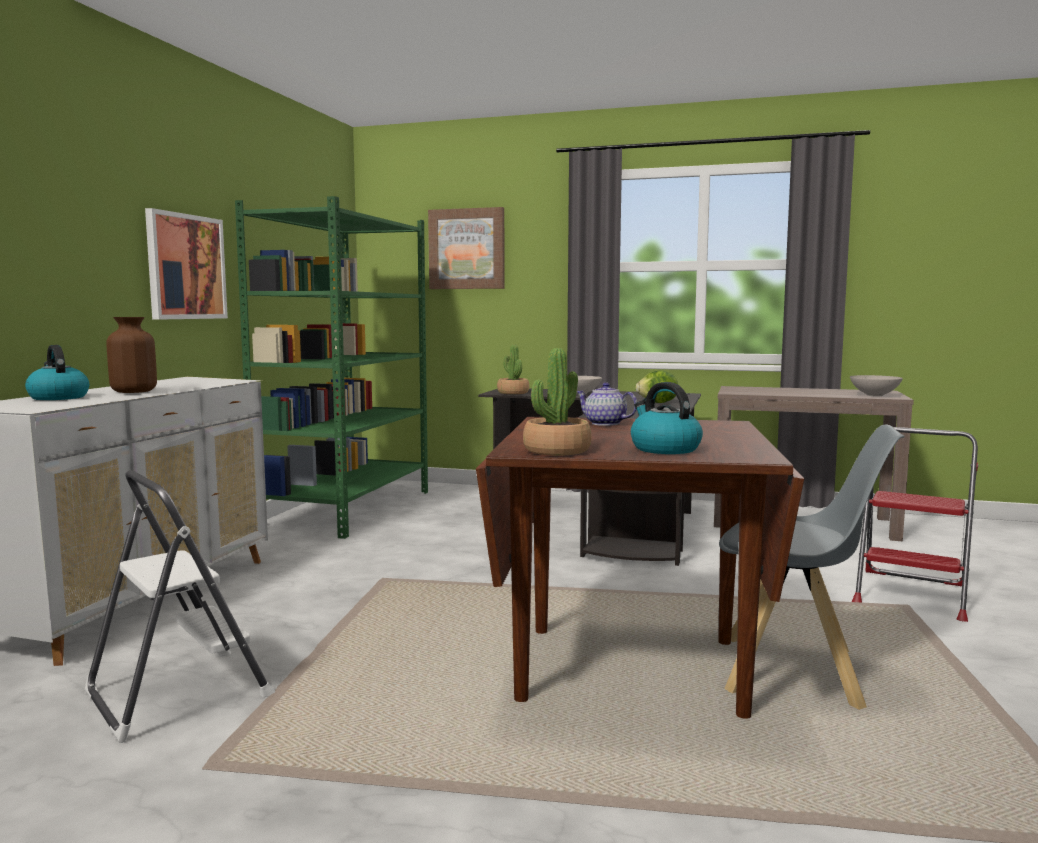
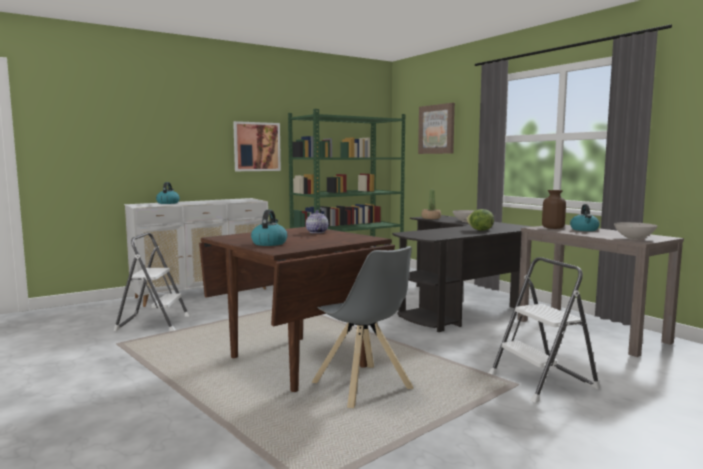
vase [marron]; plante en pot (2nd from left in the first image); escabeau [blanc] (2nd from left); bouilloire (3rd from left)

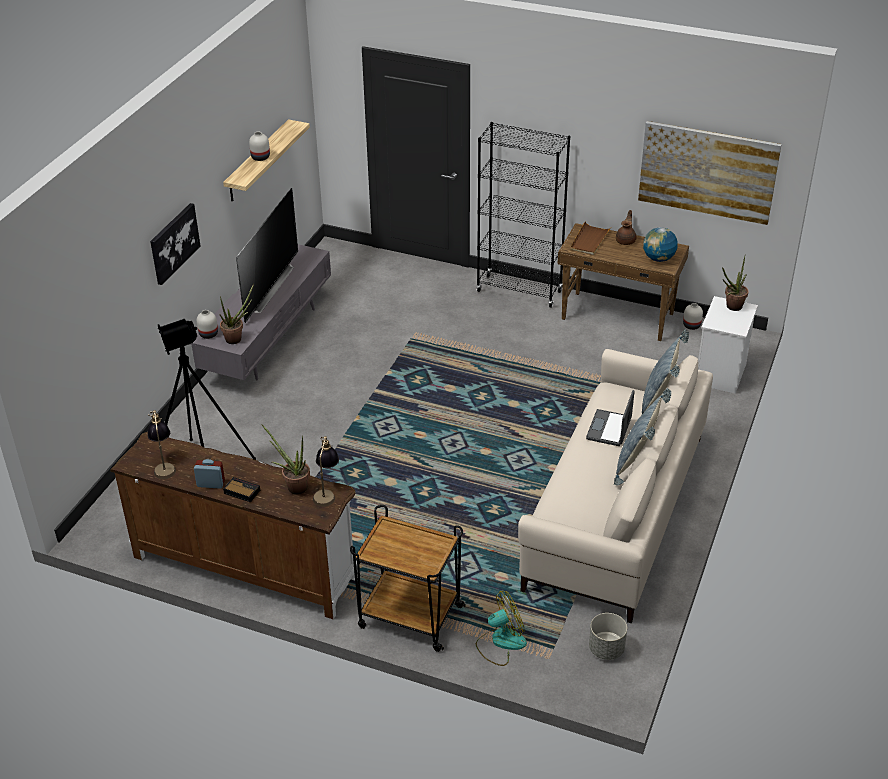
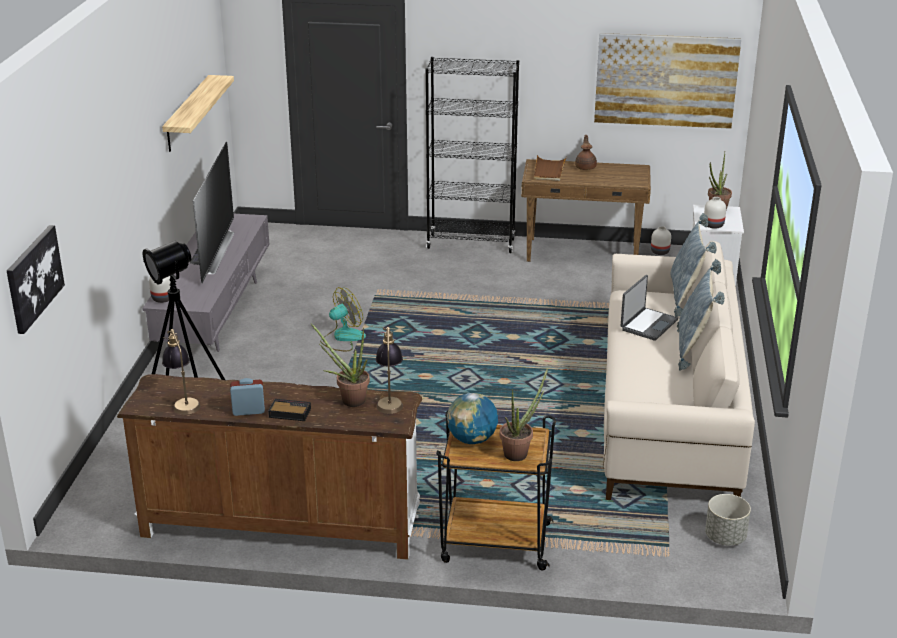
tableau (1st from left); plante en pot (2nd from left); vase [blanc] (3rd from left); ventilateur; ordinateur portable; globe

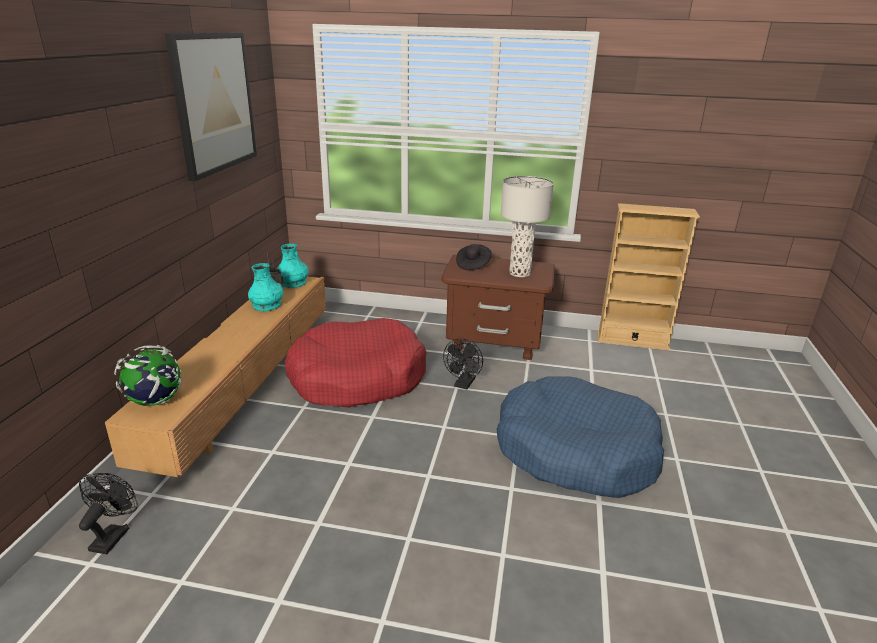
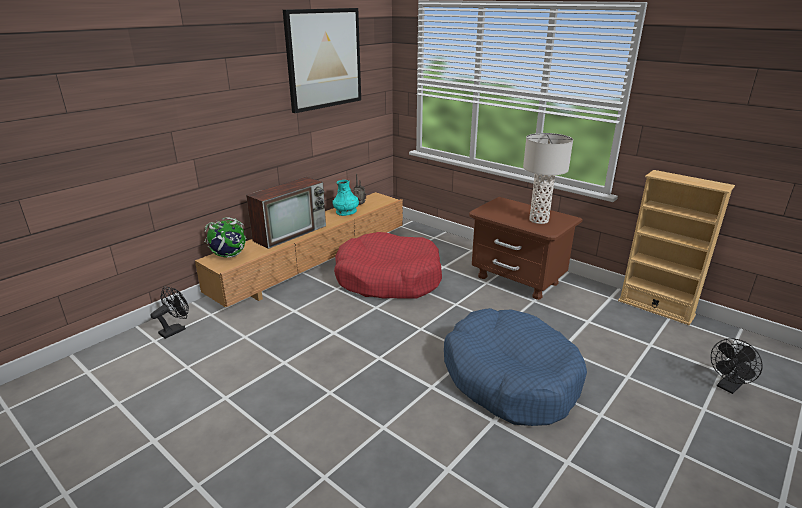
vase [turquoise] (2nd from left in the first image); ventilateur [noir] (2nd from left); chapeau [noir]; téléviseur

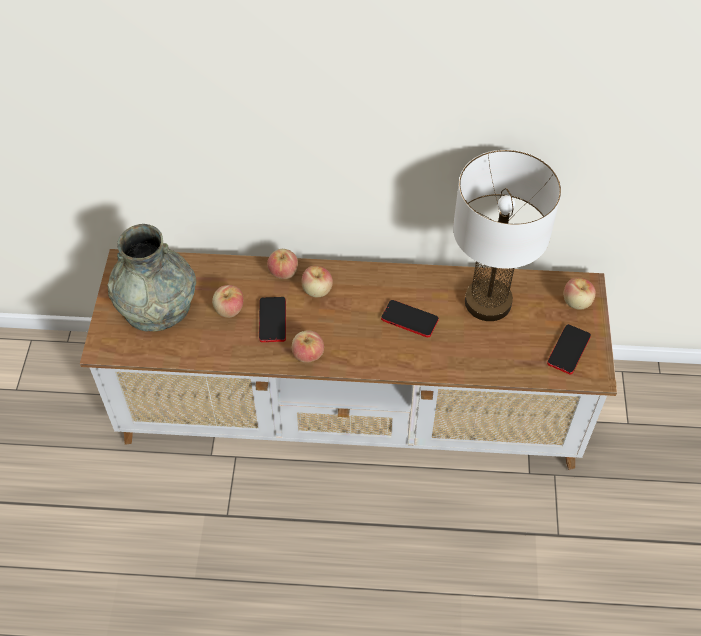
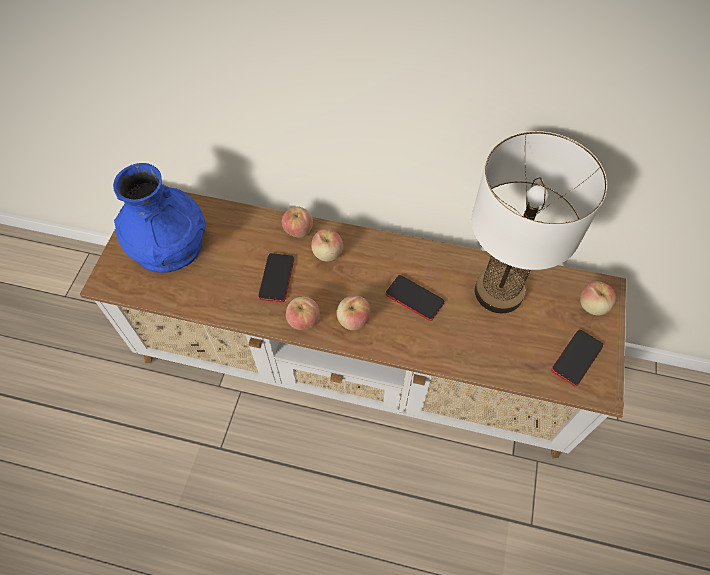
vase [bleu]; pomme (4th from left)

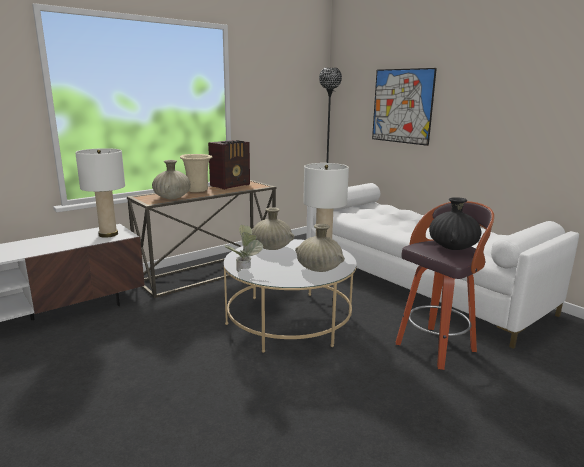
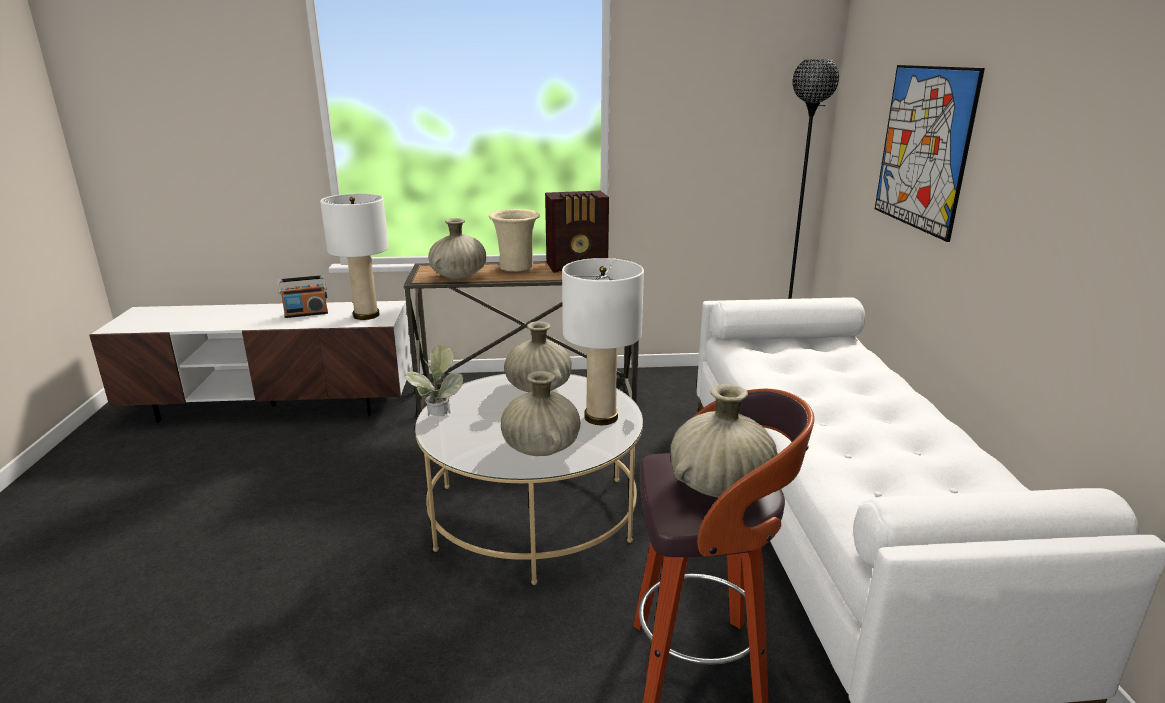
vase [beige] (5th from left); radio (1st from left)

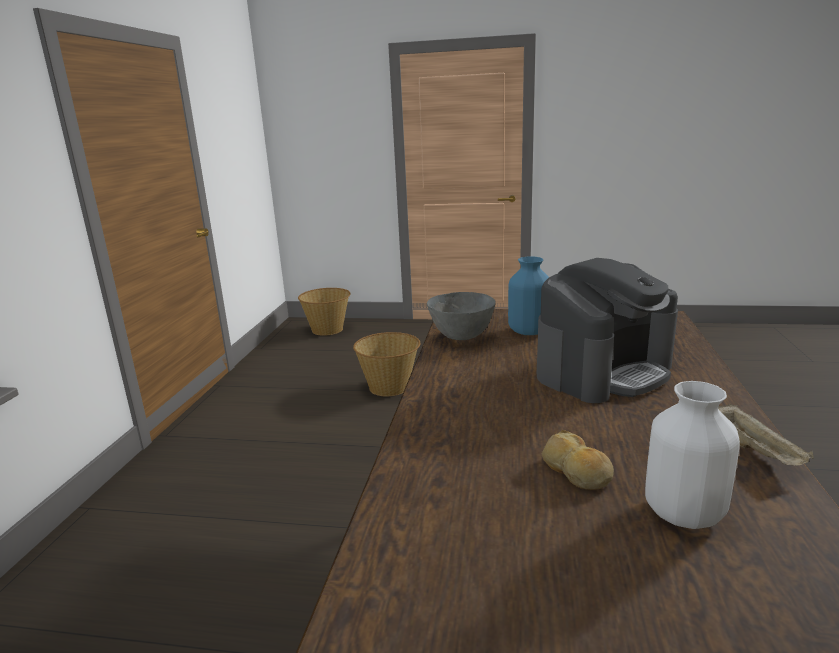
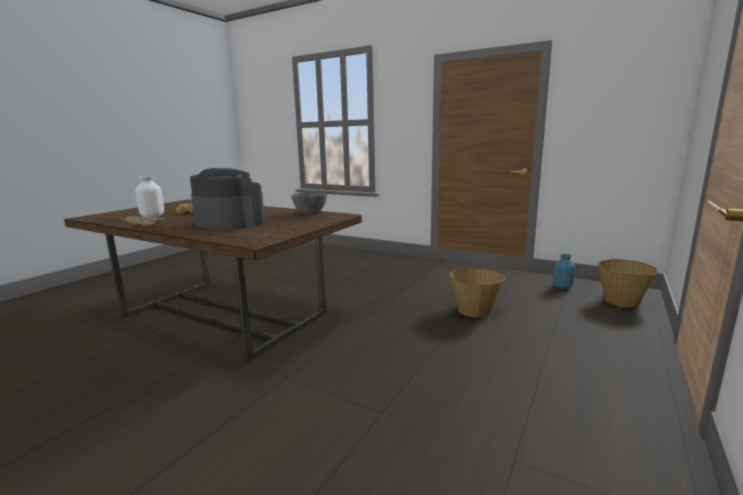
vase [bleu]; machine à café

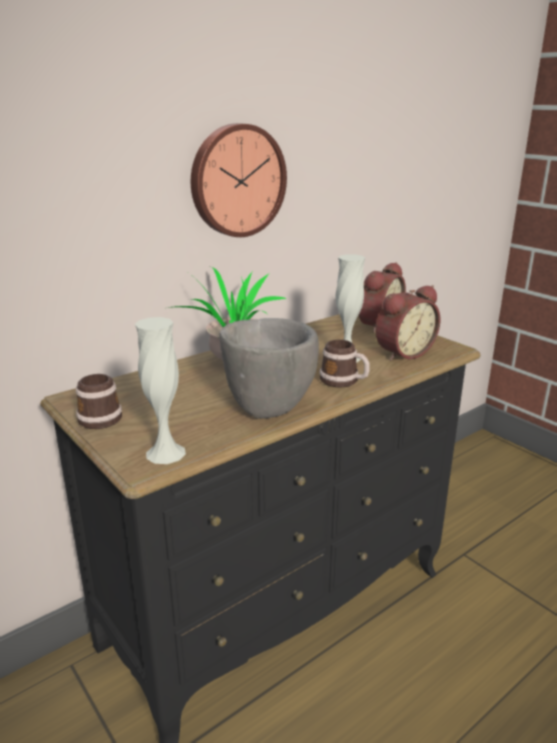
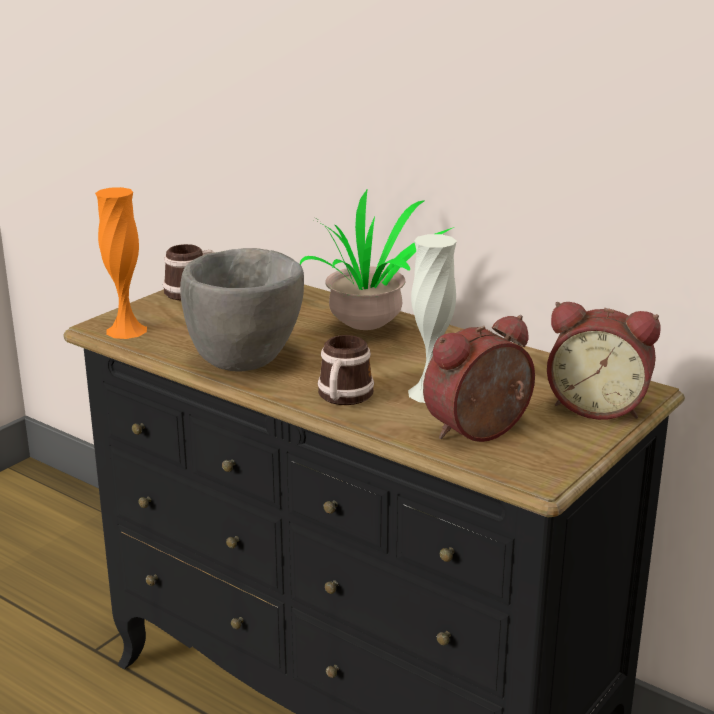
vase [orange]; horloge murale; réveil (1st from left)

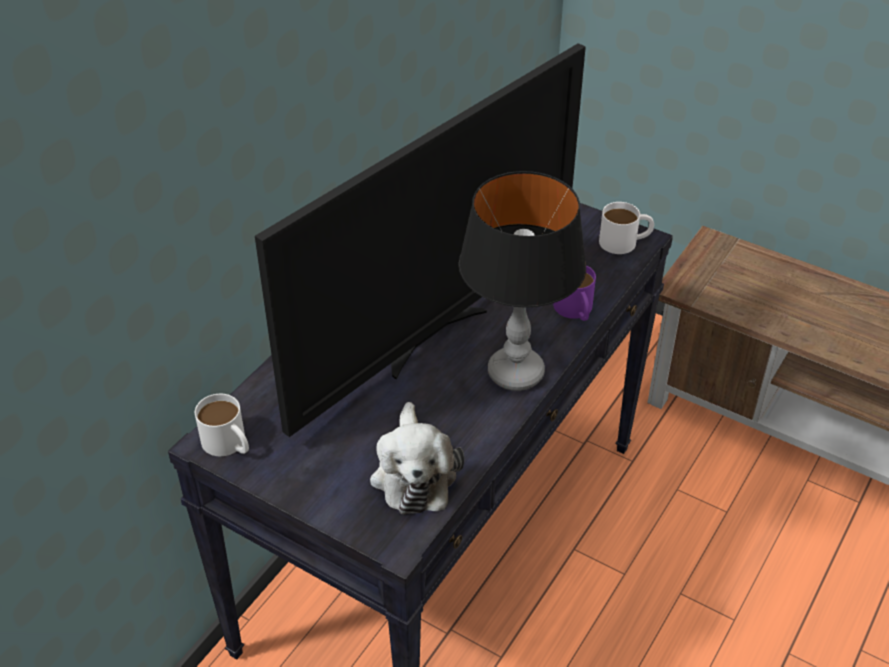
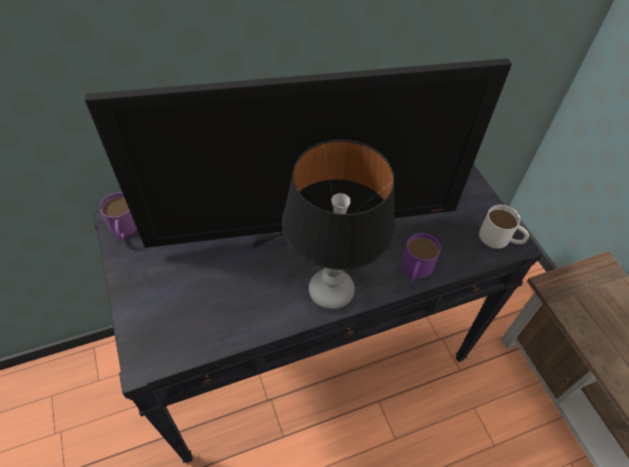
mug [violet] (1st from left); peluche

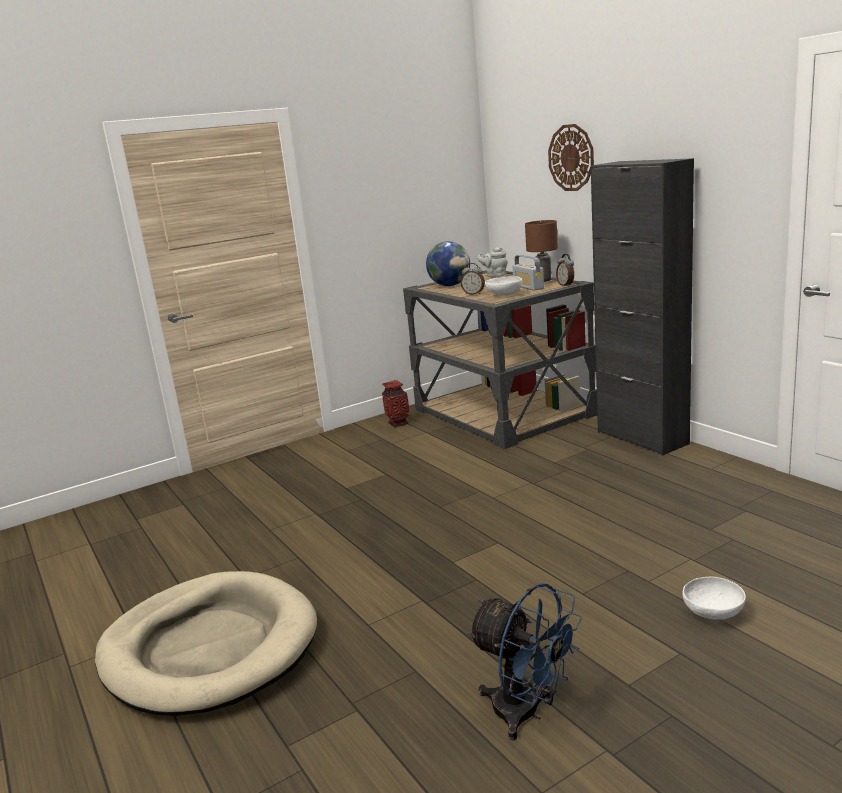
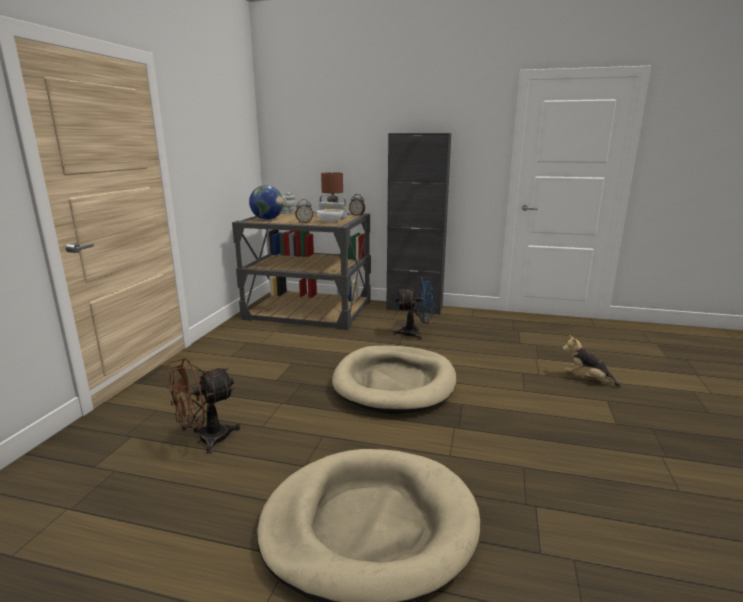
vase; ventilateur [bleu]; horloge murale; peluche; ventilateur [marron]; panier pour chien [beige] (2nd from left)

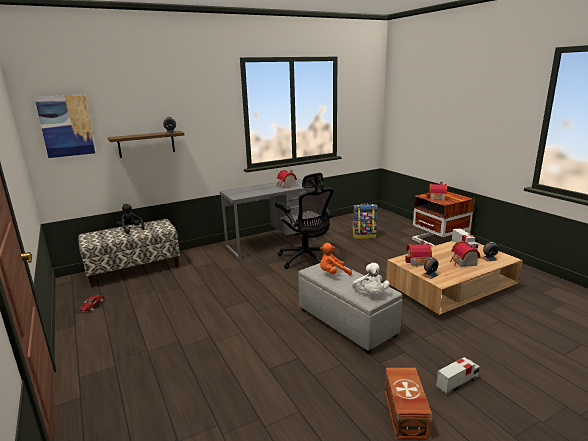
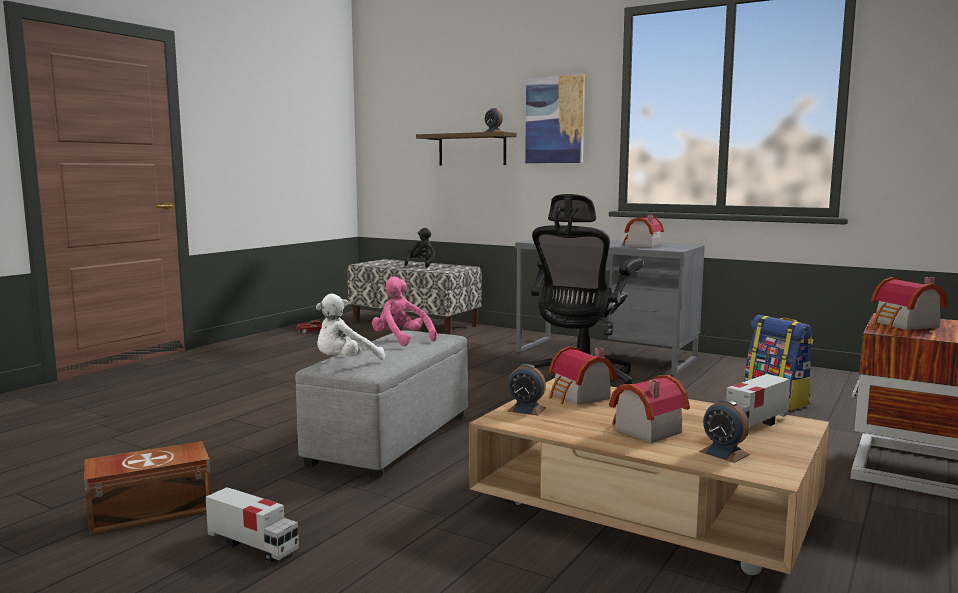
tableau; peluche [rose]

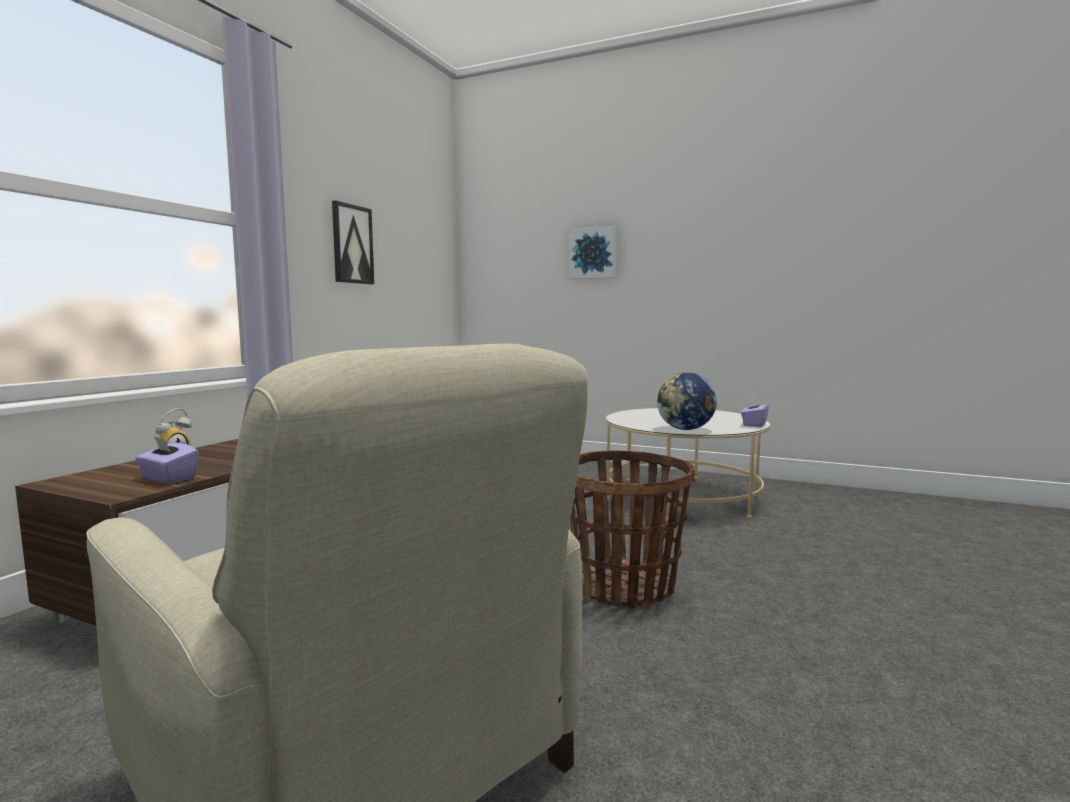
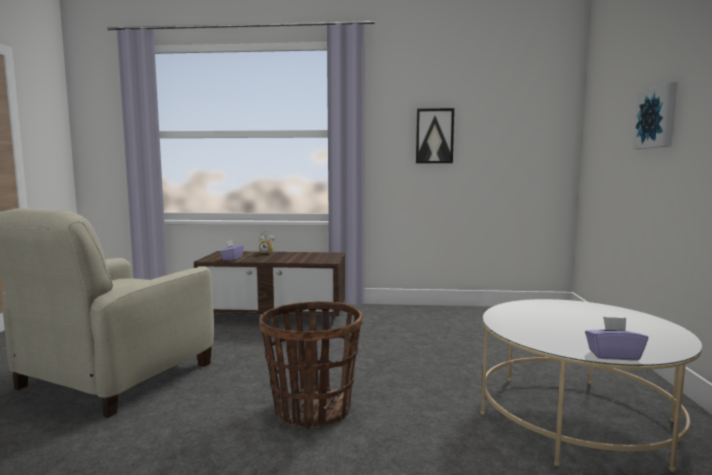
globe

